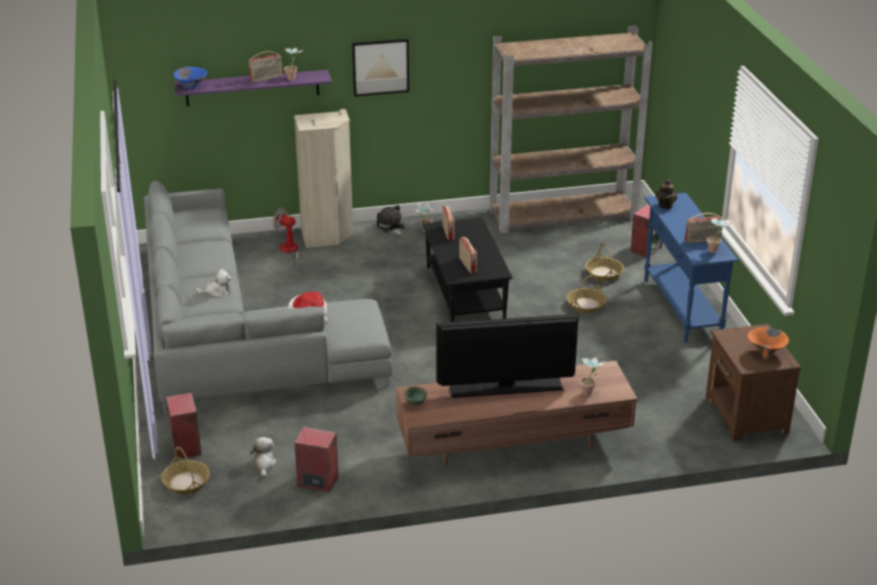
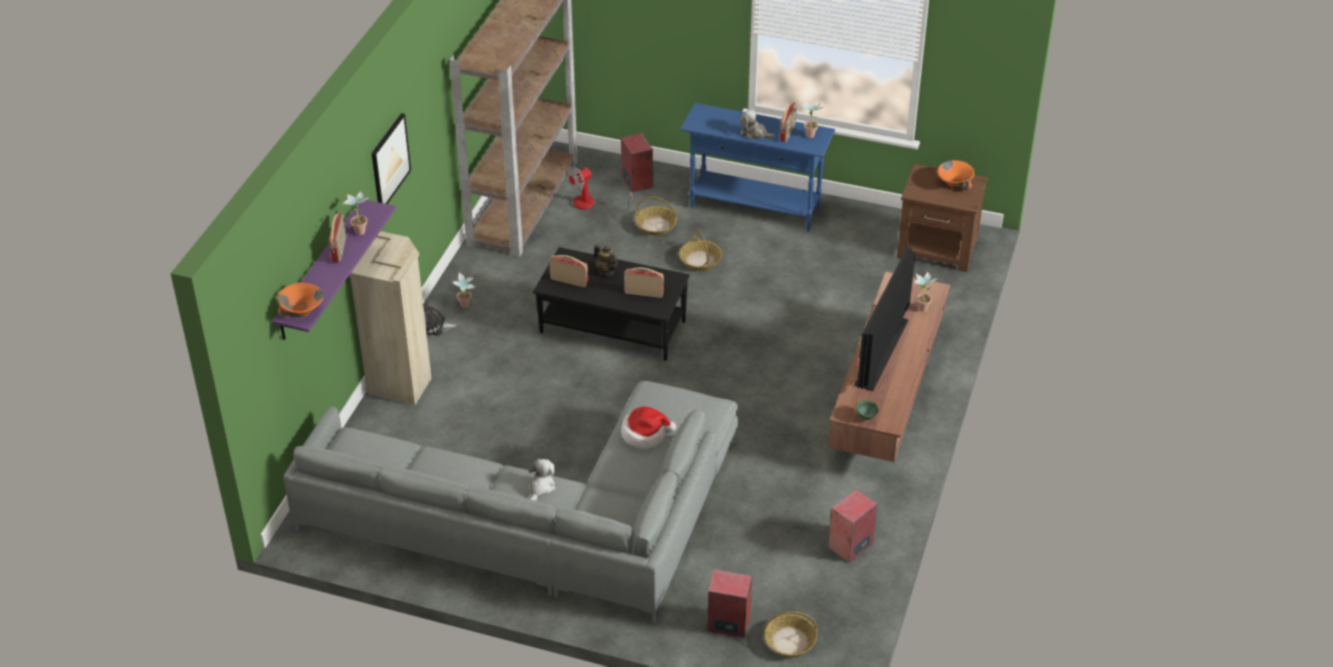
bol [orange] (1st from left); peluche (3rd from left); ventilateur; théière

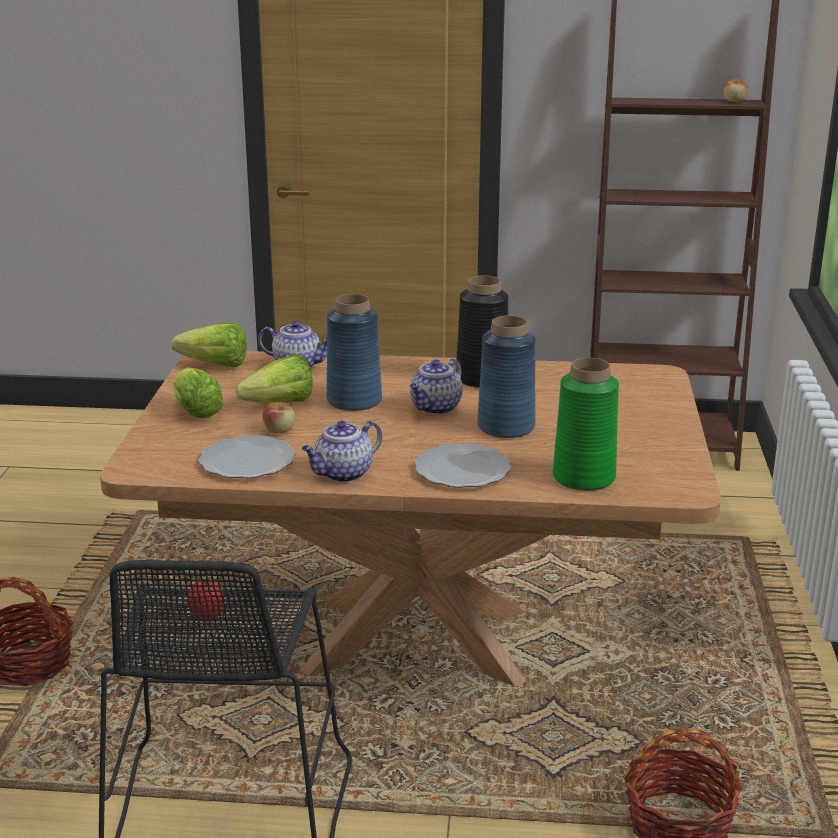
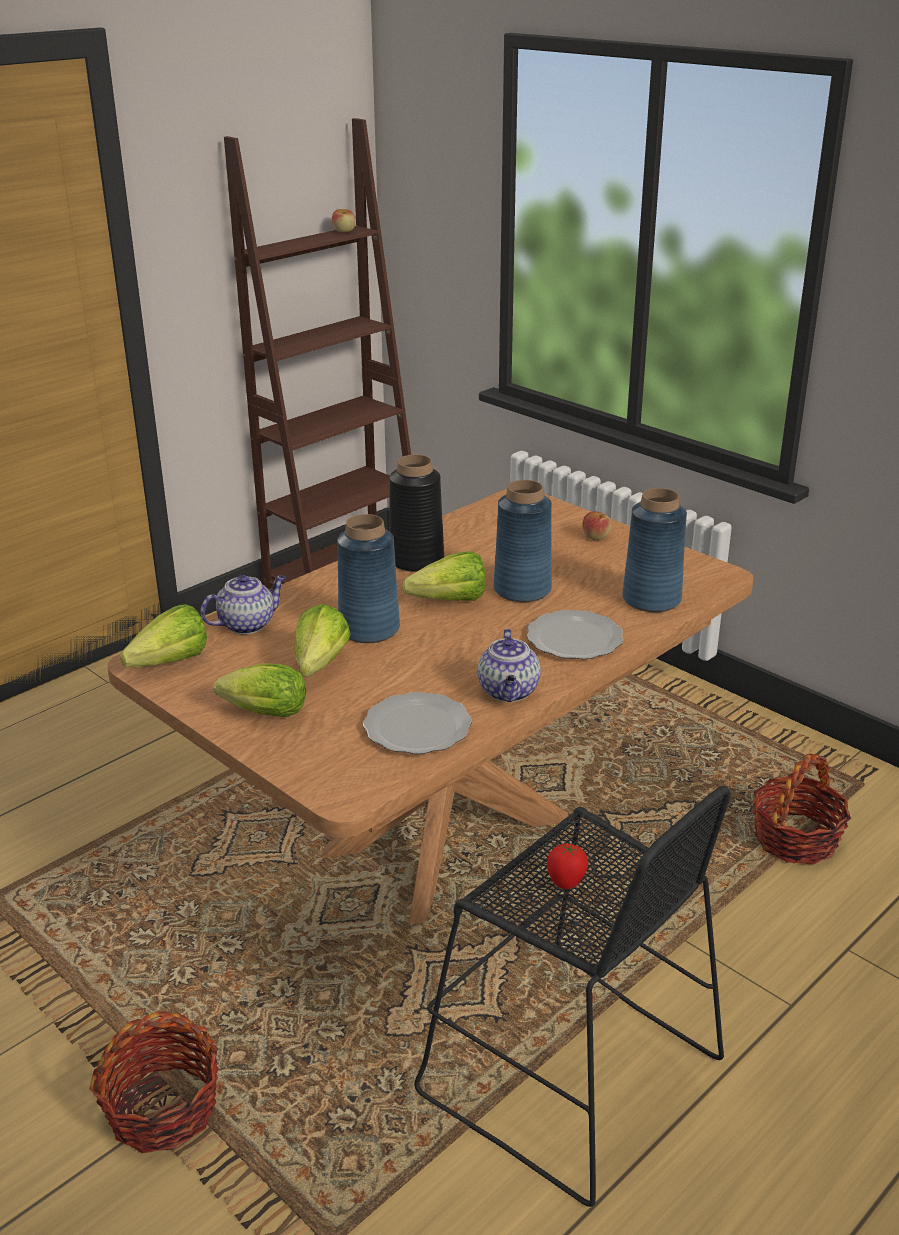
pomme (2nd from left); laitue (4th from left); vase [bleu] (3rd from left)

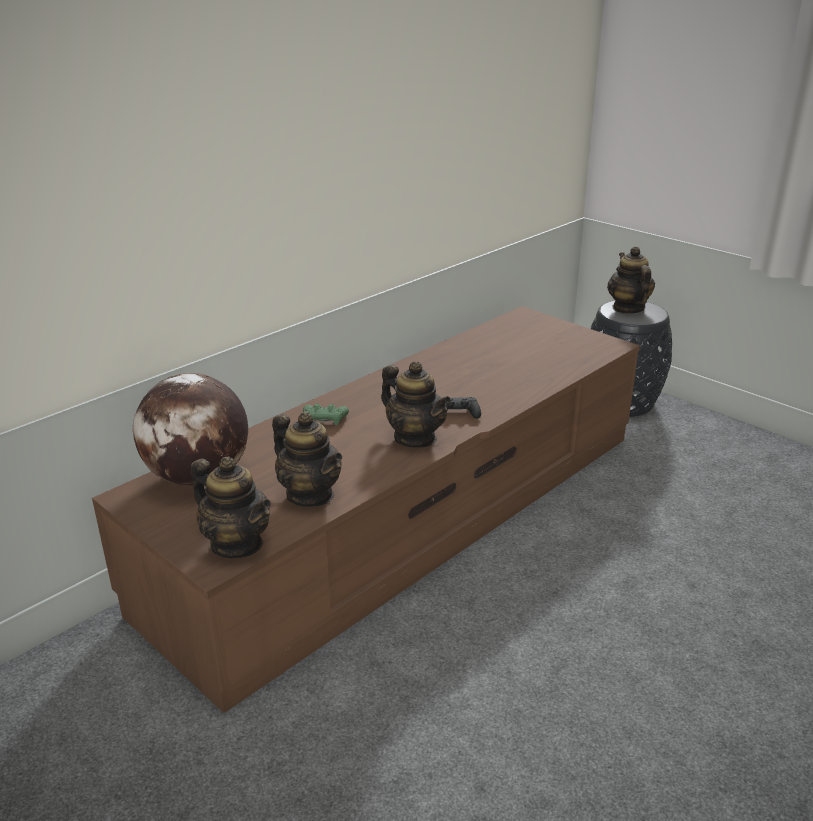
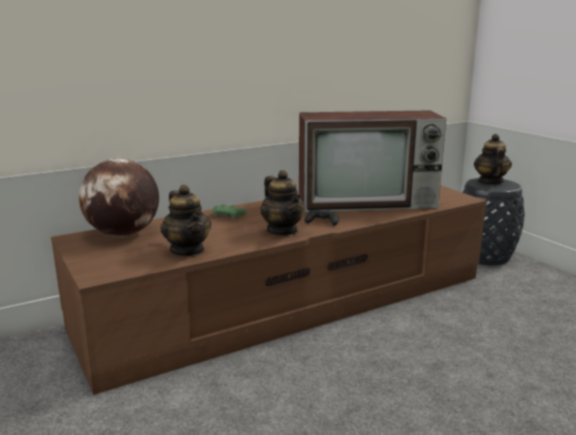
théière (1st from left in the first image); téléviseur

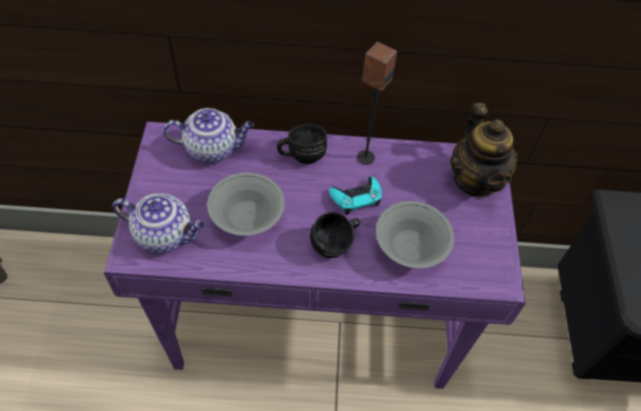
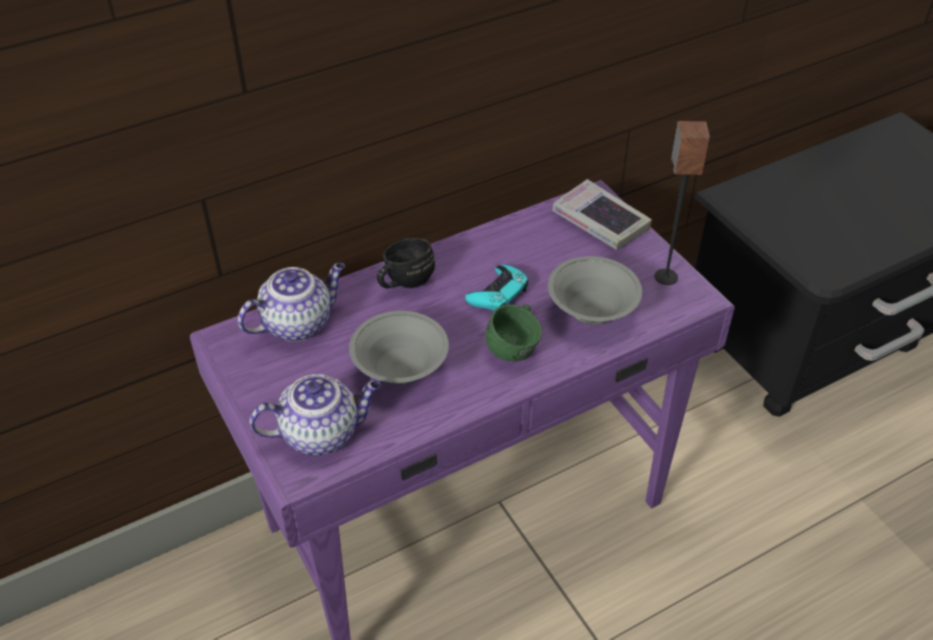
mug [vert]; enceinte; livre

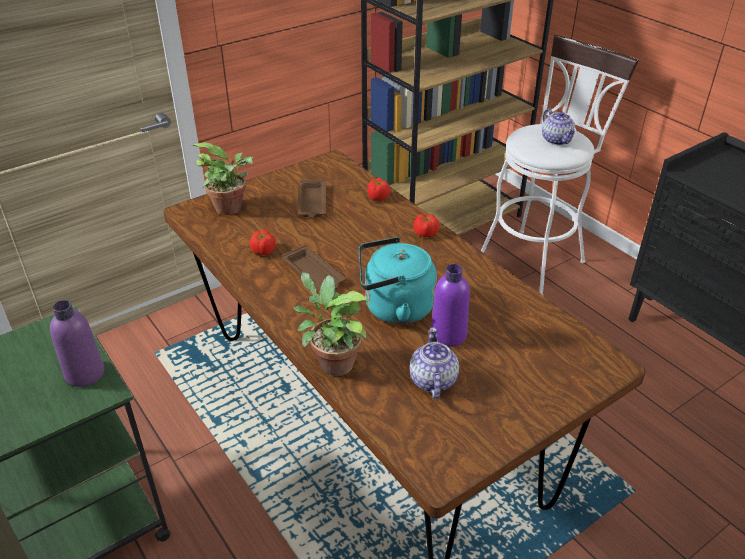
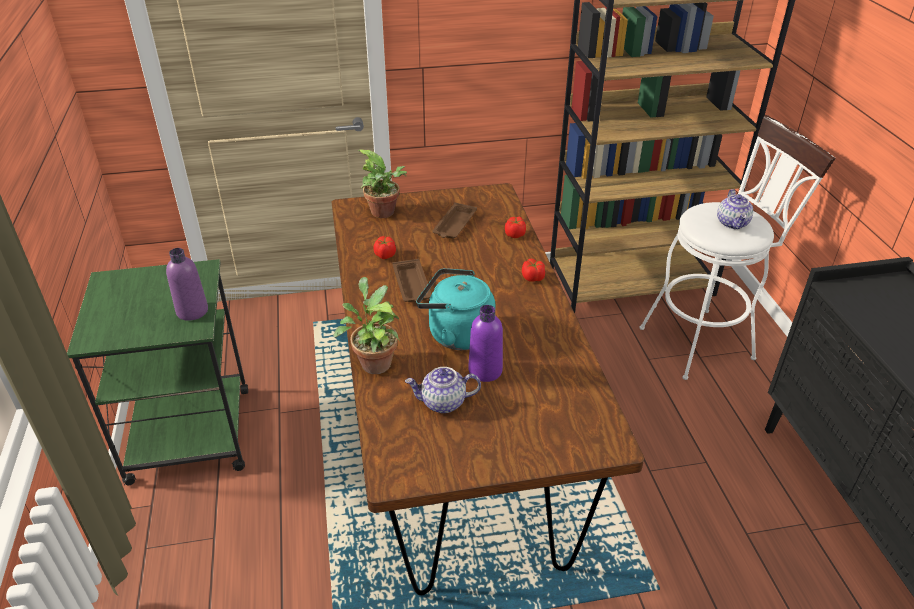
théière (1st from left)

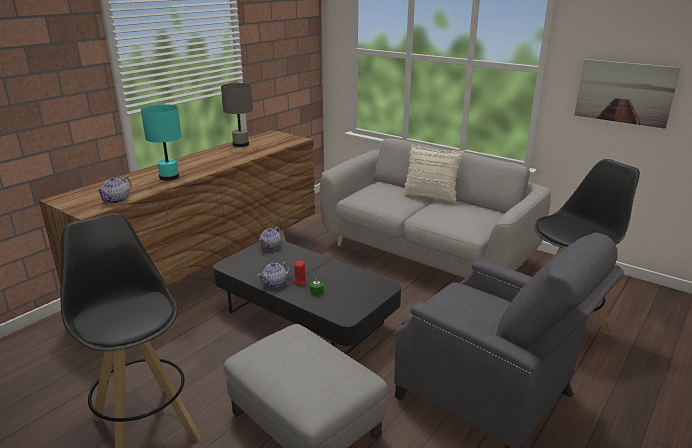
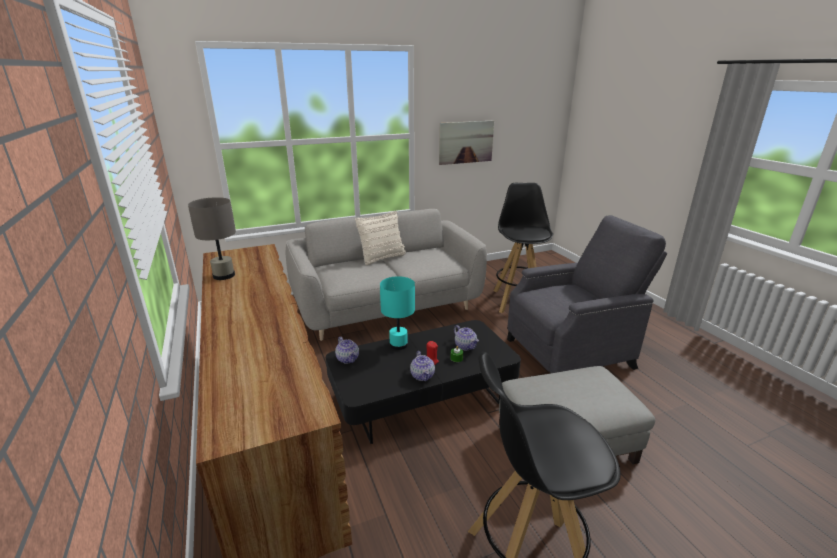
théière (3rd from left); lampe de table [turquoise]

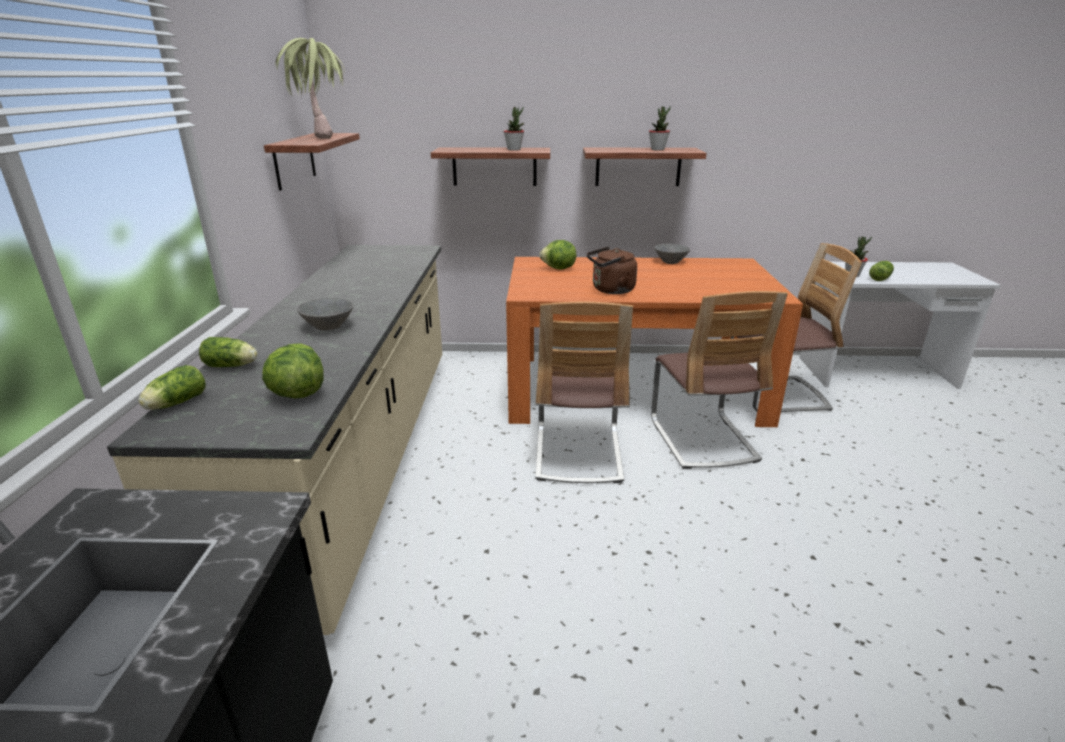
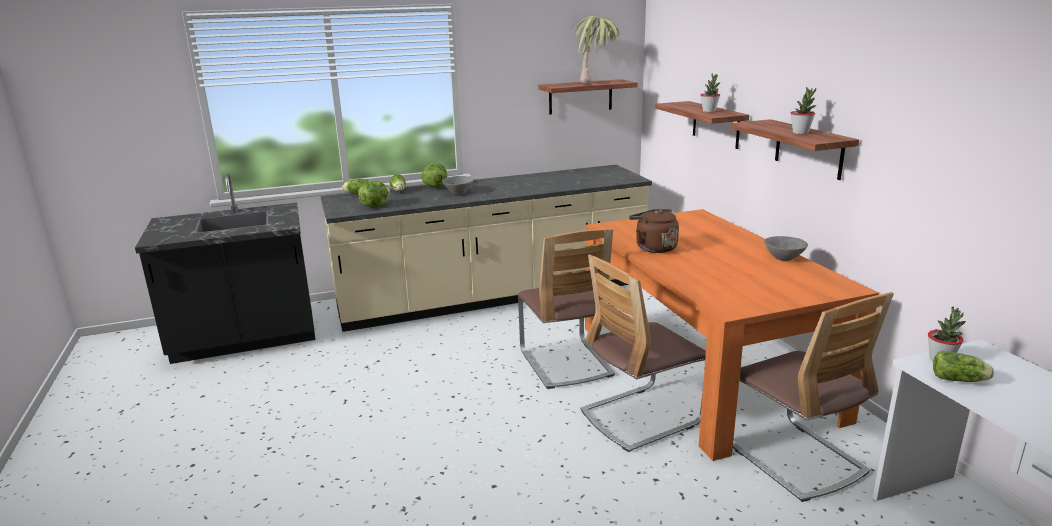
chaise (1st from left); laitue (4th from left)

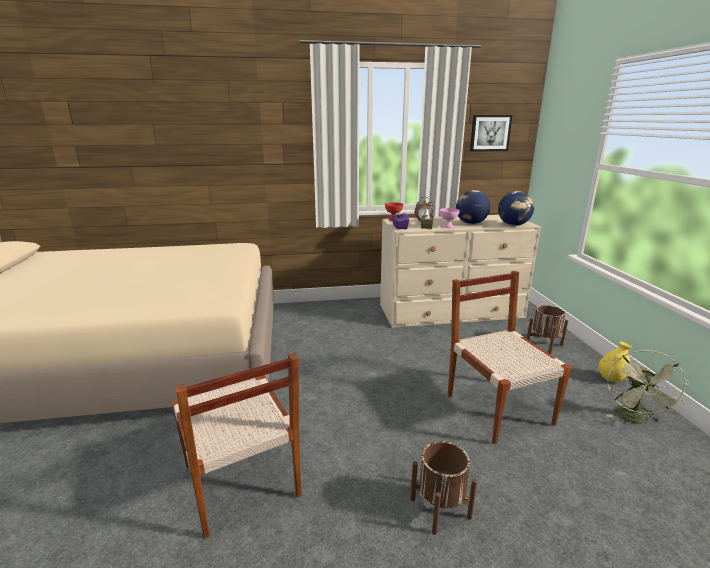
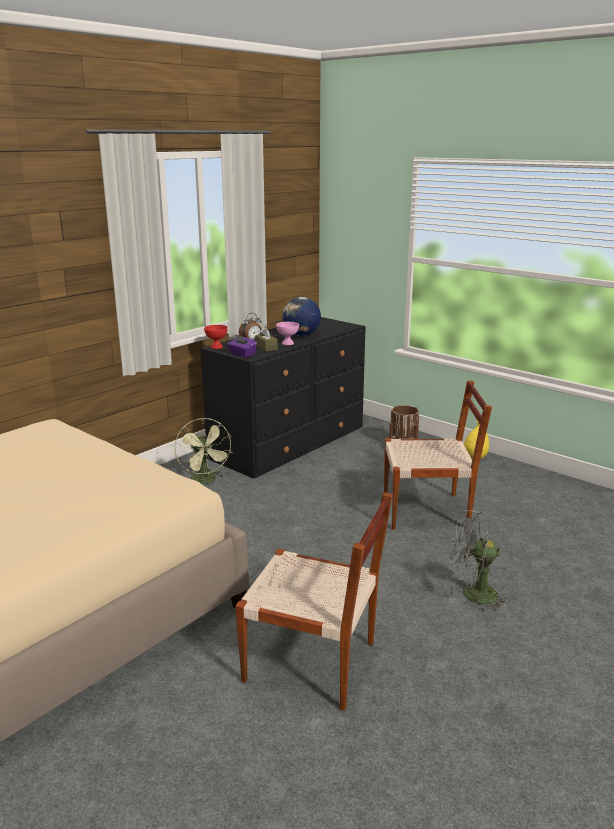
commode [noir]; ventilateur [gris]; chaise (2nd from left); tableau; globe (2nd from left in the first image); ventilateur [vert]

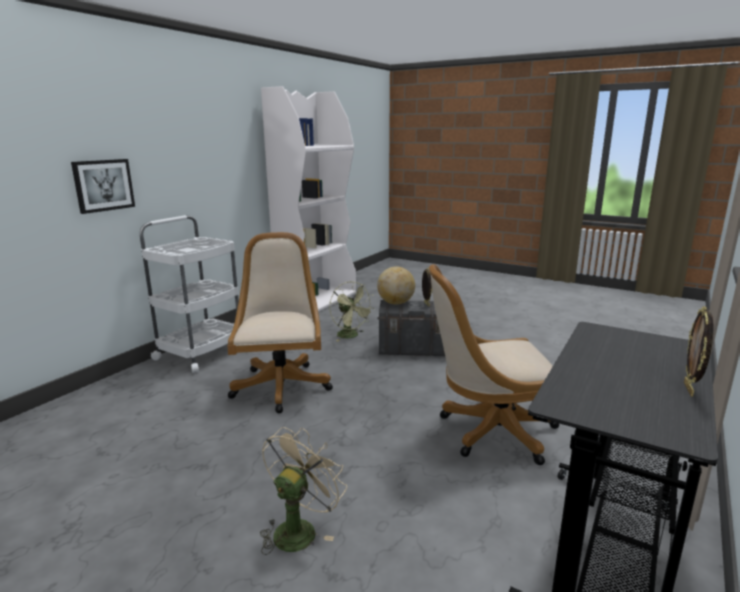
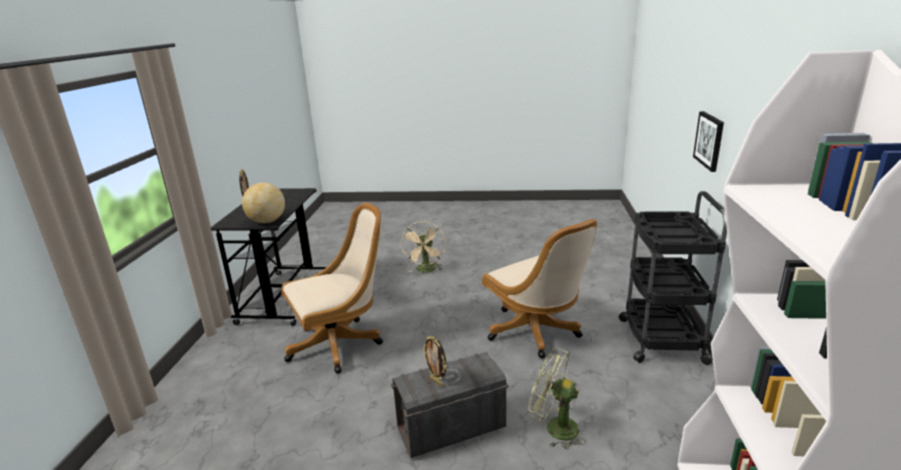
chariot [noir]; globe

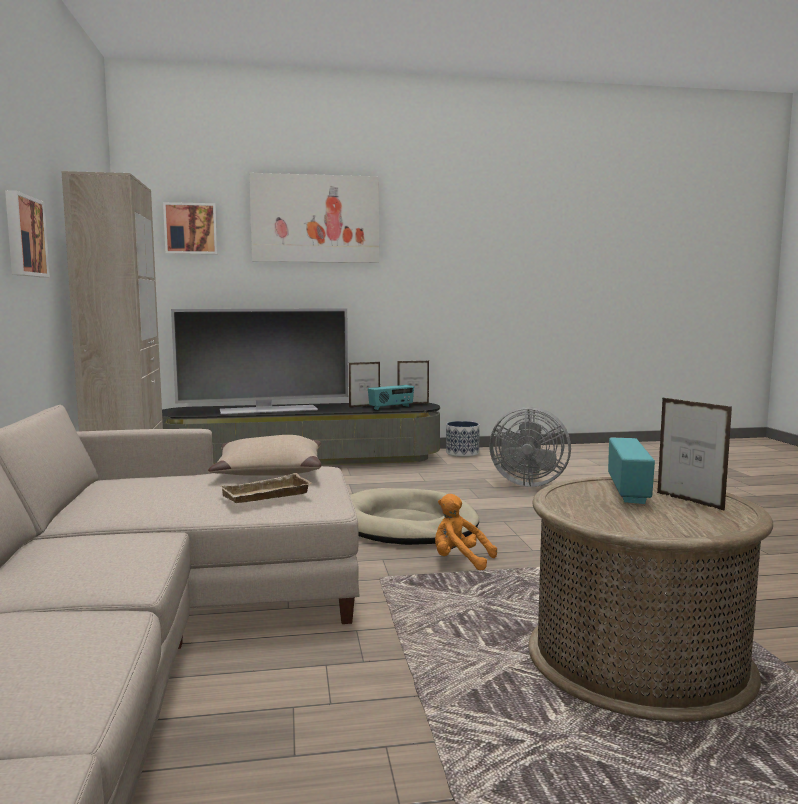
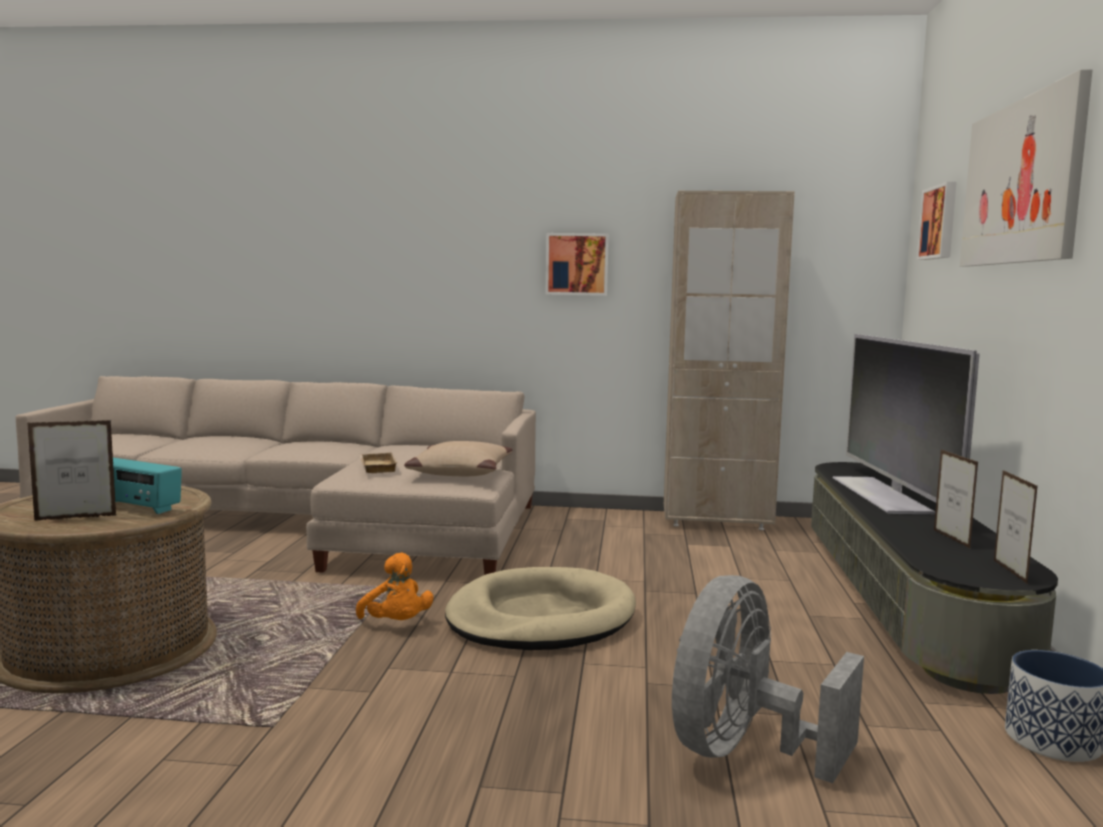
radio (1st from left in the first image); peluche [orange]

